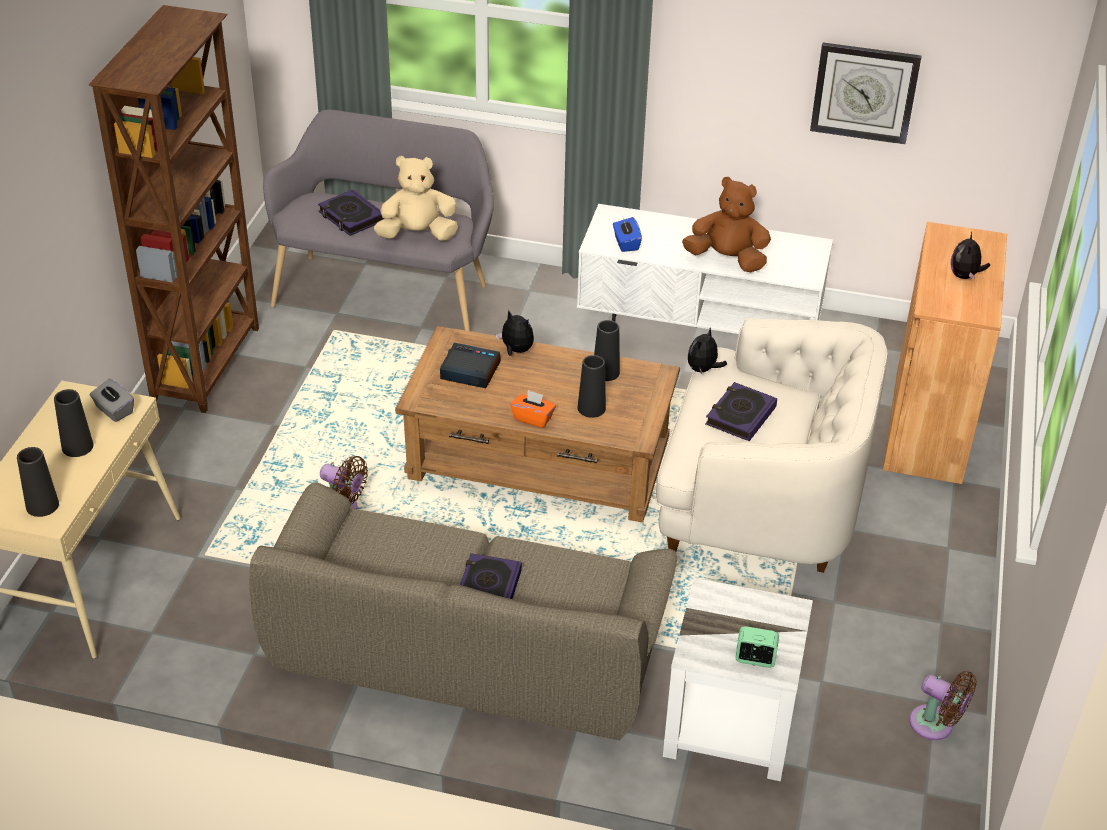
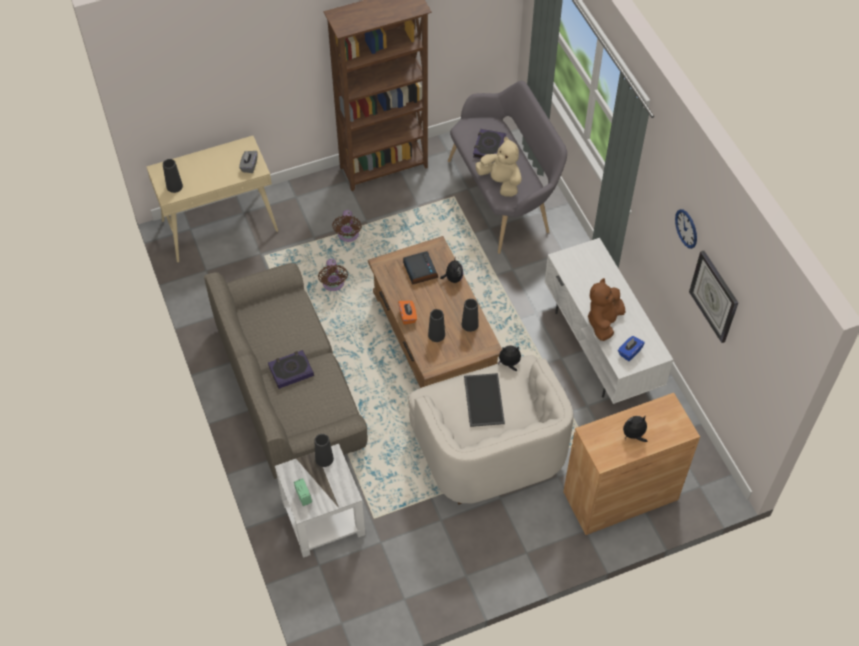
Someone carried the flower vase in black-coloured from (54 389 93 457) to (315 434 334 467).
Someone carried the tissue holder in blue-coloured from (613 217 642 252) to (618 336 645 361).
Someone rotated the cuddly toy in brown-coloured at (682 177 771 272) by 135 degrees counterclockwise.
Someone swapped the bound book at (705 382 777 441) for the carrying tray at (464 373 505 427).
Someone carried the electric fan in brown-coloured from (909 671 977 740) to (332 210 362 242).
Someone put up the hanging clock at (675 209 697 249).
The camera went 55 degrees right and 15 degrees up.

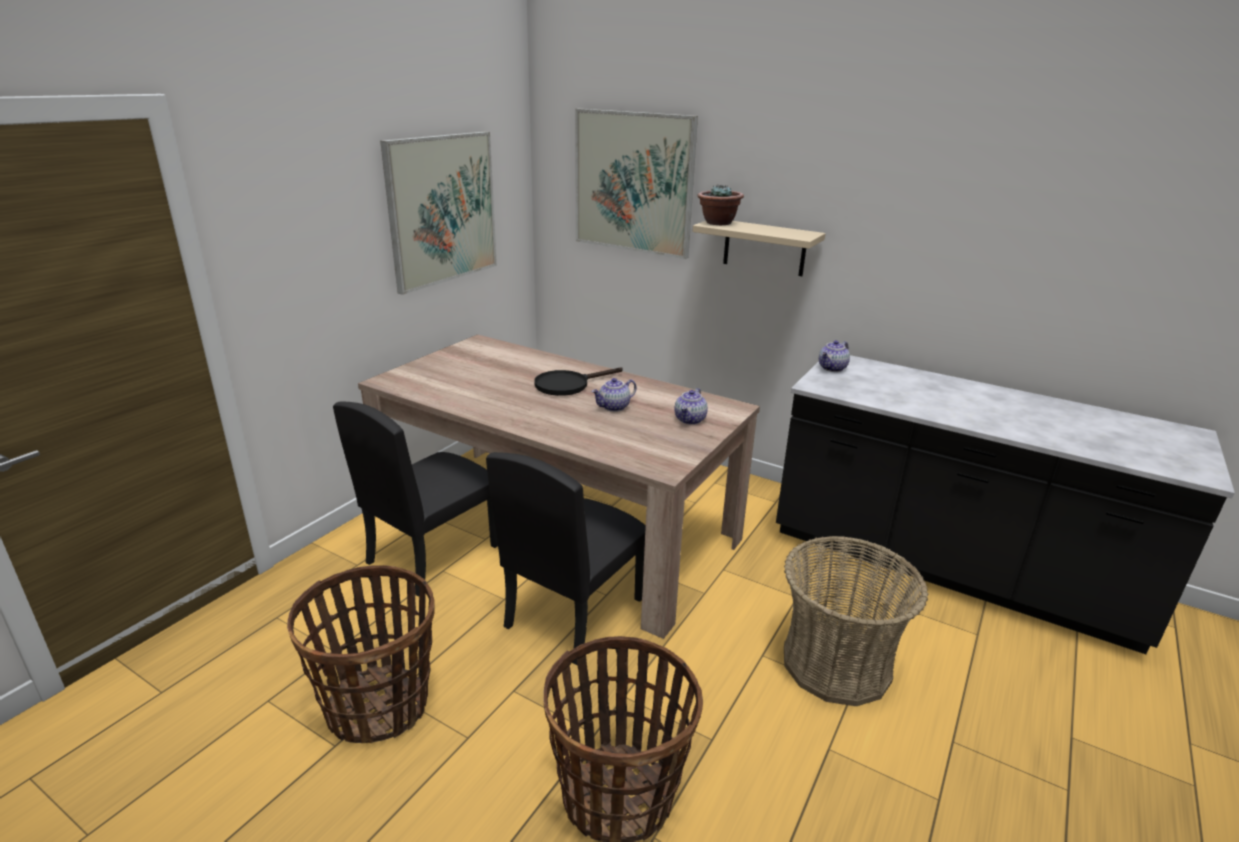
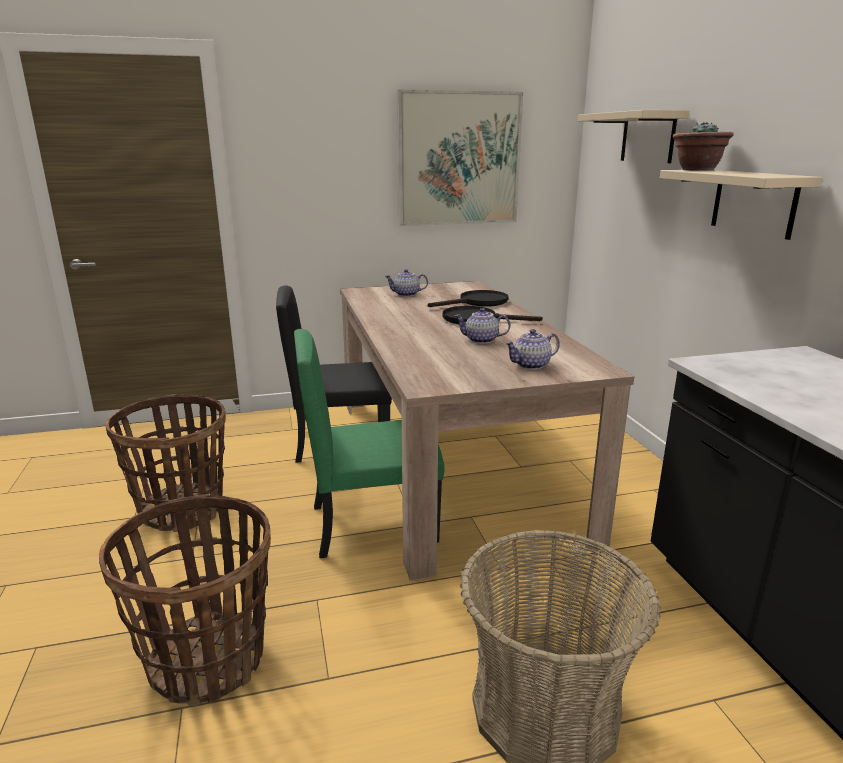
Someone repainted the upright chair in black-coloured at (486 452 646 665), which became the upright chair in greenish at (294 329 444 558).
Someone swapped the wall picture at (575 109 698 259) for the wall shelf in beige-coloured at (578 110 690 163).
Someone carried the pot for tea from (819 340 850 372) to (385 269 428 297).
Someone put down the pan in black-coloured at (428 290 509 307).
The camera went 45 degrees right and 5 degrees down.

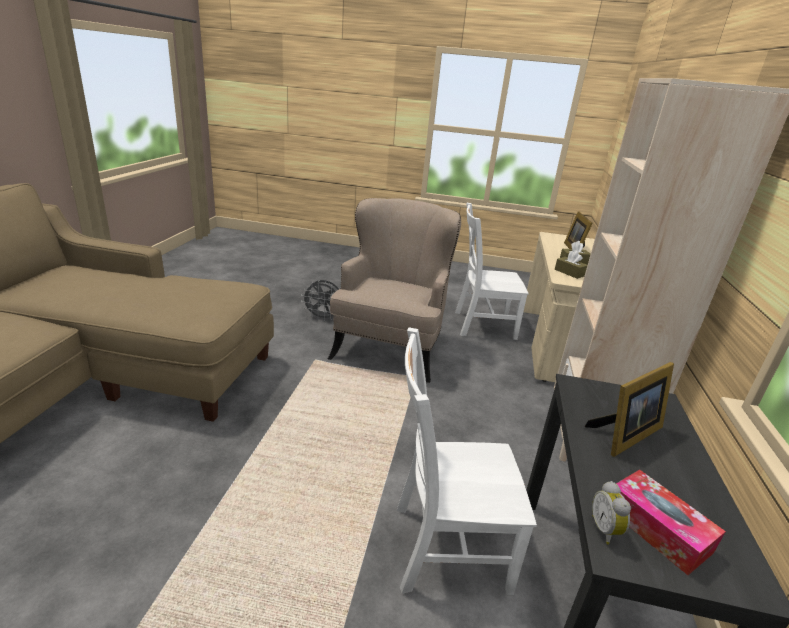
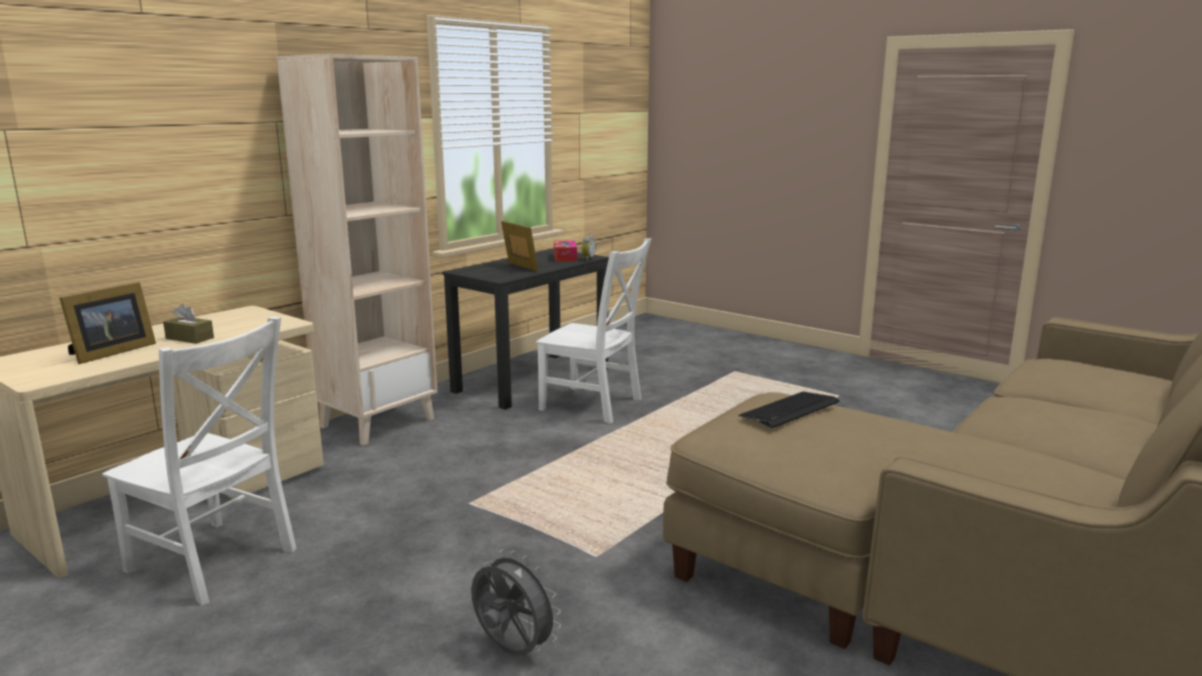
Someone took away the armchair in beige-coloured at (328 198 461 383).
Someone took away the tissue holder in brown-coloured at (555 251 587 279).
Someone rotated the picture frame at (585 362 674 457) by 60 degrees clockwise.
Someone put down the PC keyboard at (739 392 839 428).
The camera went 150 degrees left and 10 degrees down.

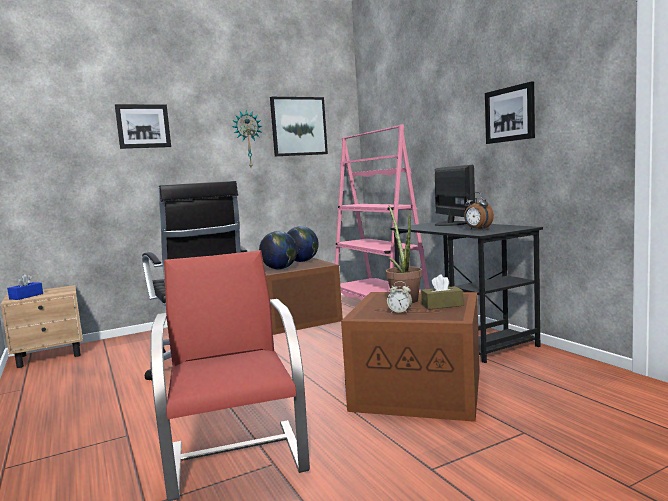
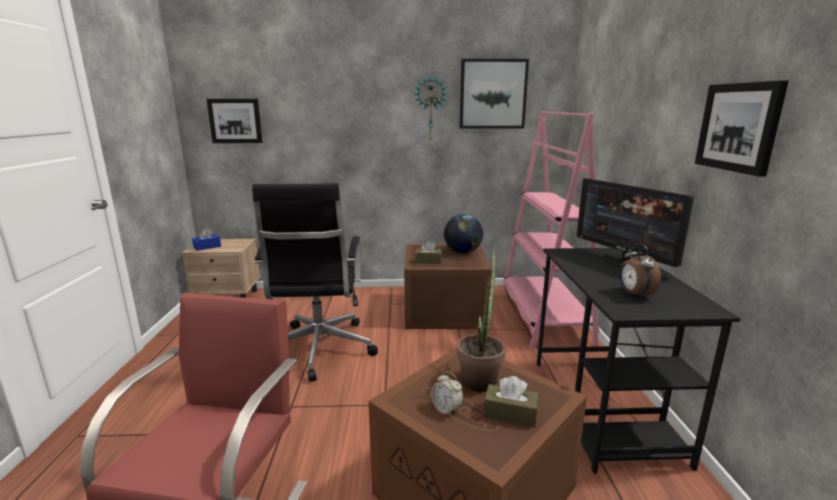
Someone carried the wall picture from (115 104 171 149) to (206 99 263 143).
Someone swapped the world globe at (259 231 297 270) for the tissue holder in brown-coloured at (415 241 442 264).
Someone rotated the computer screen at (435 165 475 226) by 135 degrees clockwise.
The camera went 25 degrees right and 10 degrees up.

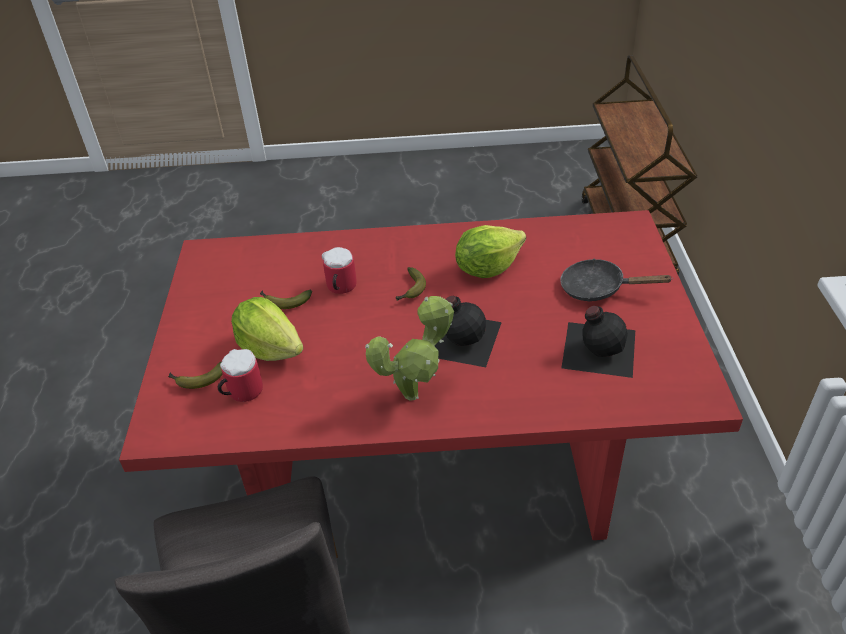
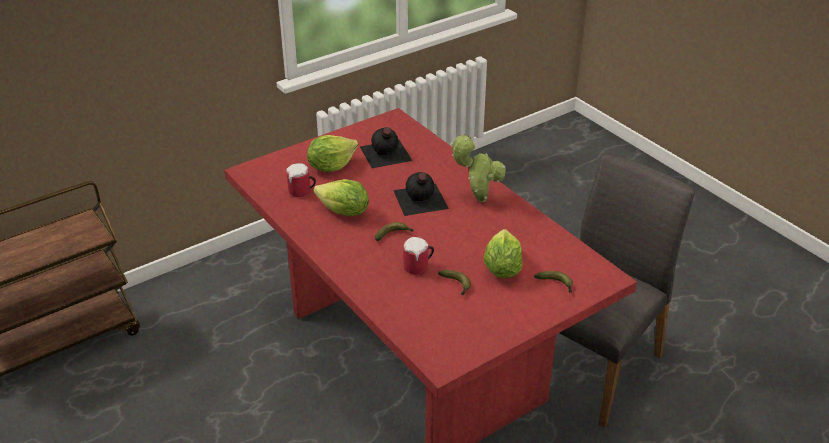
Someone carried the mug from (217 349 263 402) to (286 163 316 197).
Someone swapped the pan in black-coloured at (560 259 673 302) for the head of lettuce at (307 135 358 172).
The camera went 125 degrees left and 5 degrees down.

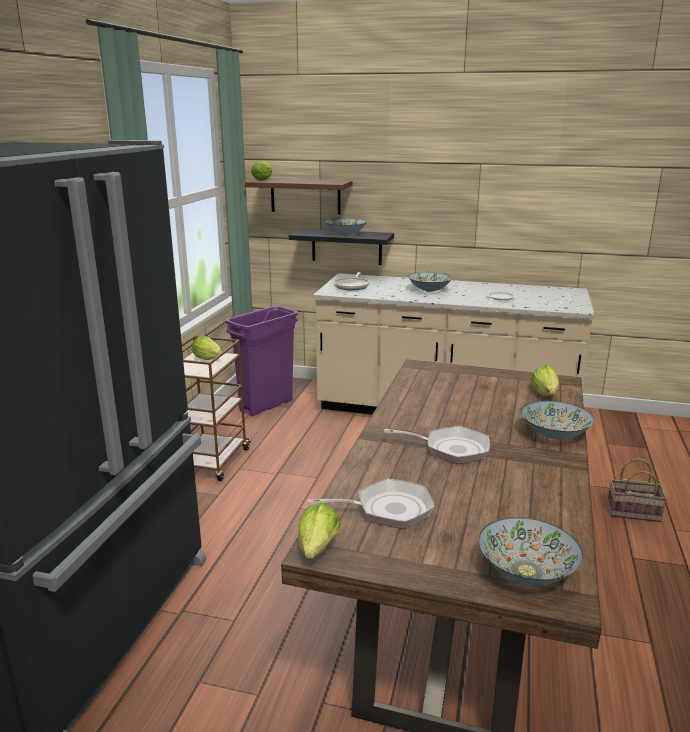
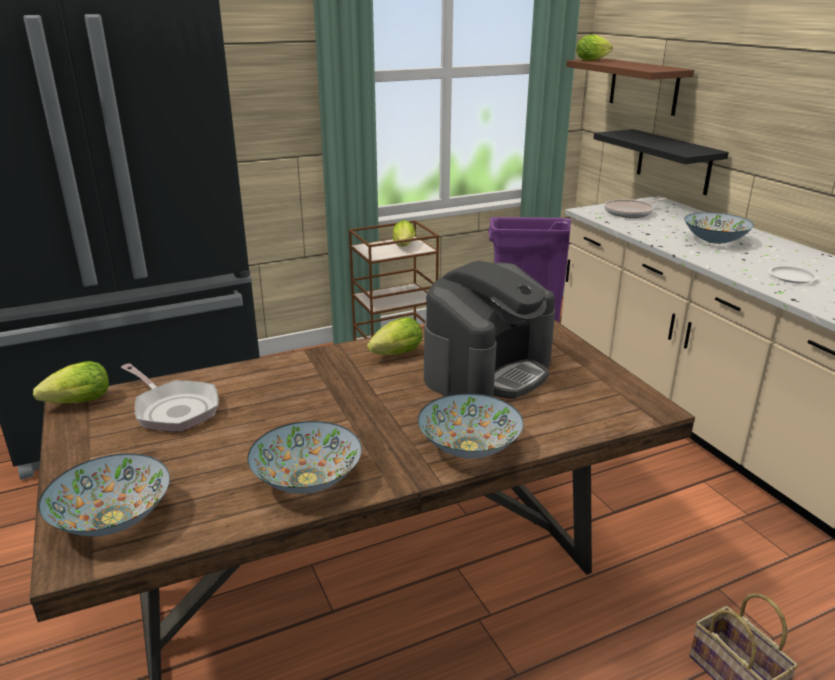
Someone carried the serving bowl from (325 218 367 235) to (247 421 362 494).
Someone took away the pan at (384 426 490 464).
Someone carried the head of lettuce from (531 365 559 396) to (367 317 422 355).
Someone put down the coffee brewer at (424 261 555 399).
The camera went 50 degrees right and 5 degrees up.

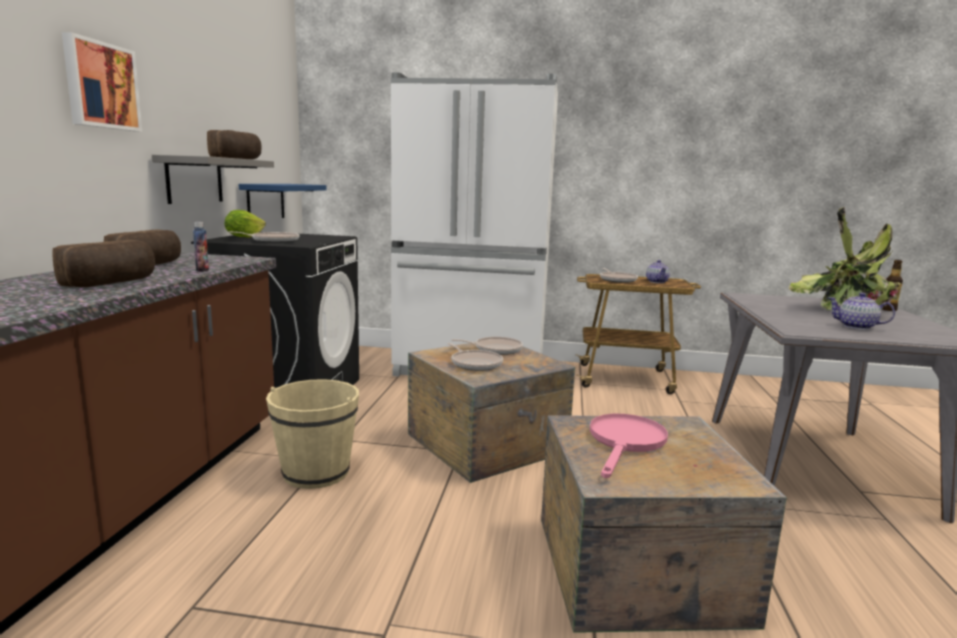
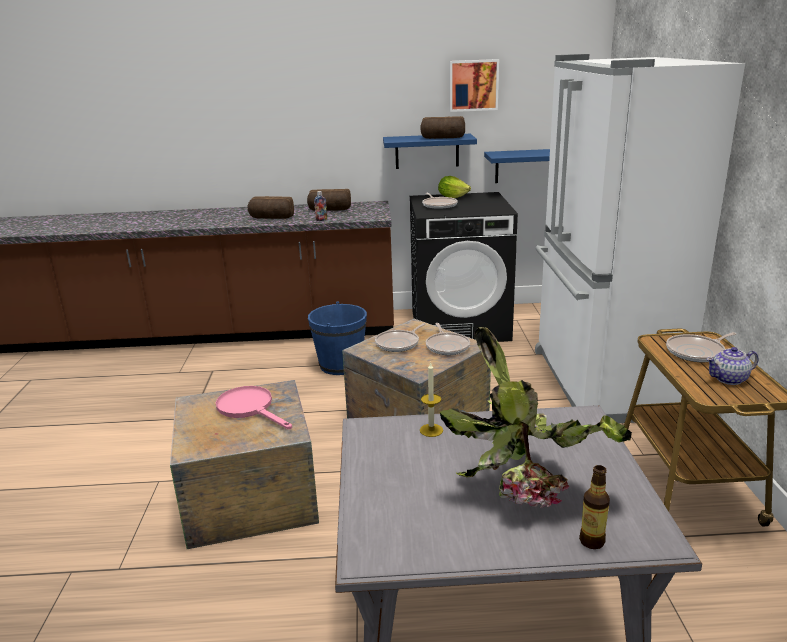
Someone carried the wall picture from (62 32 142 132) to (450 59 499 112).
Someone repainted the wall shelf in gray at (152 155 274 204), which became the wall shelf in blue-coloured at (383 134 477 169).
Someone repainted the bucket in beige-coloured at (266 379 359 489), which became the bucket in blue-coloured at (308 301 367 375).
Someone rotated the pan in pink-coloured at (590 414 668 478) by 150 degrees counterclockwise.
Someone took away the pot for tea at (828 293 895 330).
Someone put down the wax light at (420 363 443 437).
The camera went 80 degrees right and 10 degrees up.

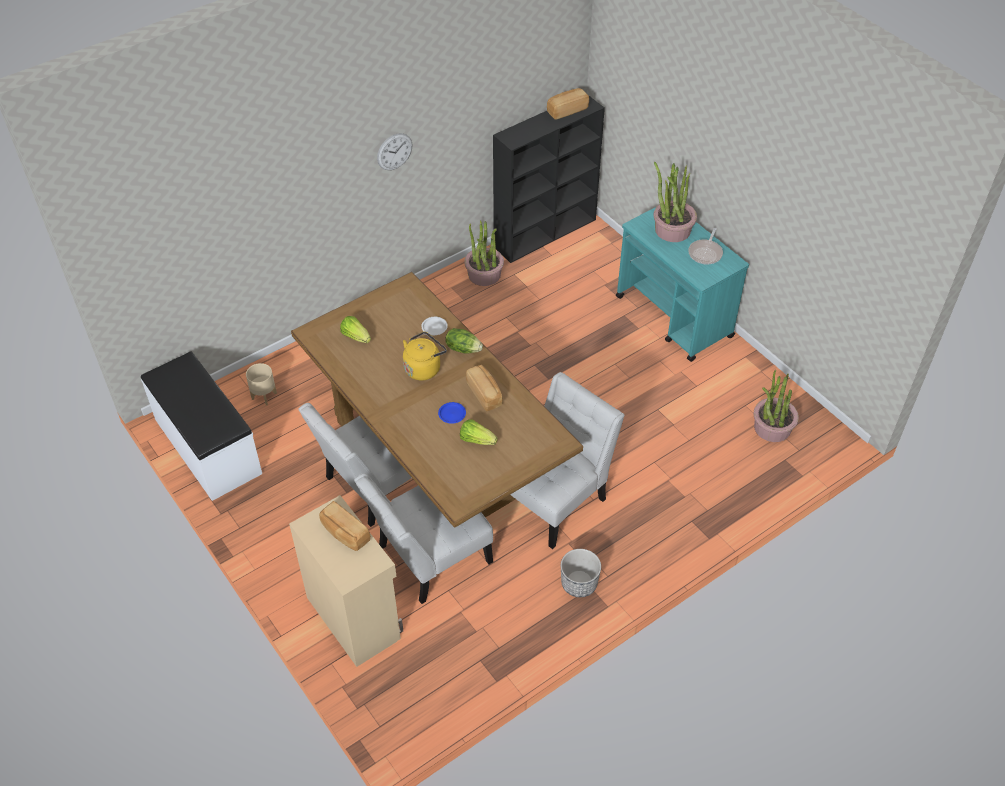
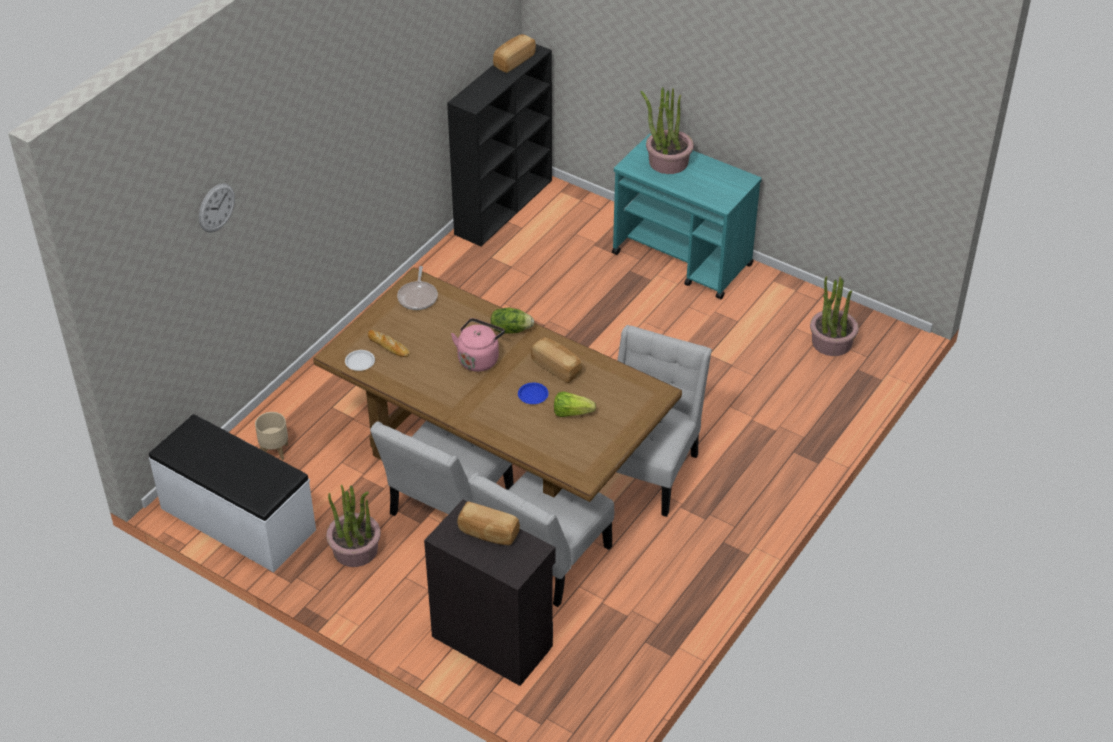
Someone repainted the cupboard in beige-coloured at (289 495 403 667), which became the cupboard in black-coloured at (424 499 555 686).
Someone swapped the head of lettuce at (340 316 371 343) for the bakery bread at (368 330 410 357).
Someone carried the hanging clock from (377 133 413 170) to (199 183 235 232).
Someone repainted the kettle in yellow-coloured at (403 332 447 381), which became the kettle in pink-coloured at (451 318 505 372).
Someone carried the dinner plate in white-coloured from (421 317 448 335) to (345 350 375 371).
Someone carried the potted plant from (464 220 504 286) to (326 484 381 567).
Someone took away the planter at (561 549 601 597).
Someone carried the pan from (688 228 723 265) to (397 266 438 310).
The camera went 20 degrees left and 5 degrees down.

